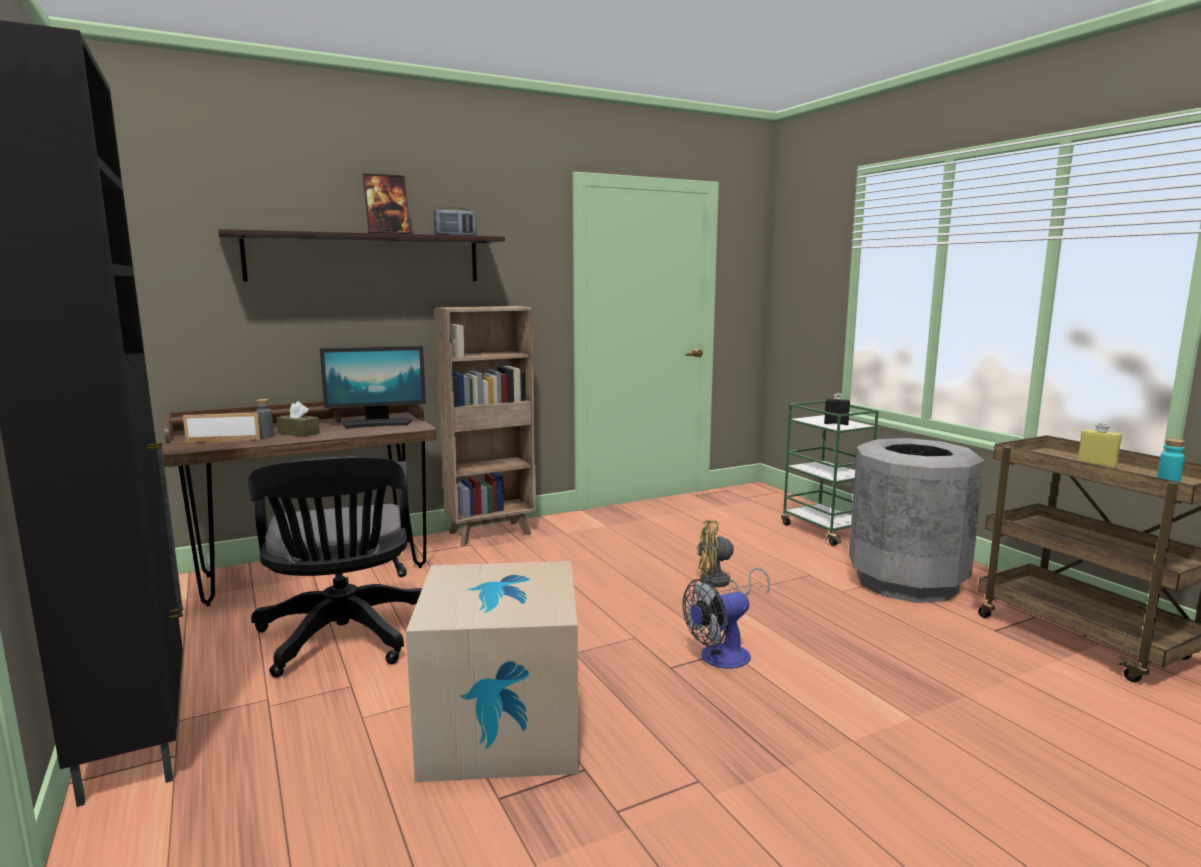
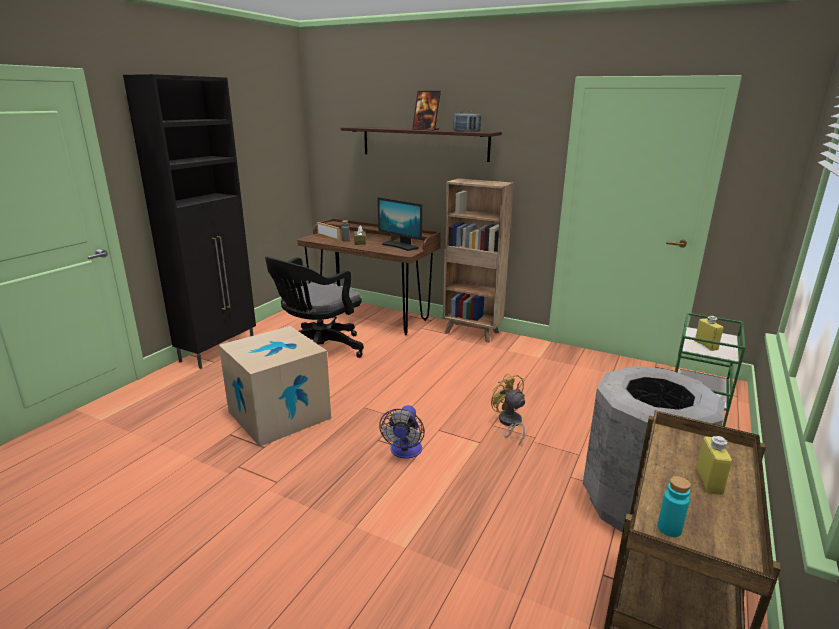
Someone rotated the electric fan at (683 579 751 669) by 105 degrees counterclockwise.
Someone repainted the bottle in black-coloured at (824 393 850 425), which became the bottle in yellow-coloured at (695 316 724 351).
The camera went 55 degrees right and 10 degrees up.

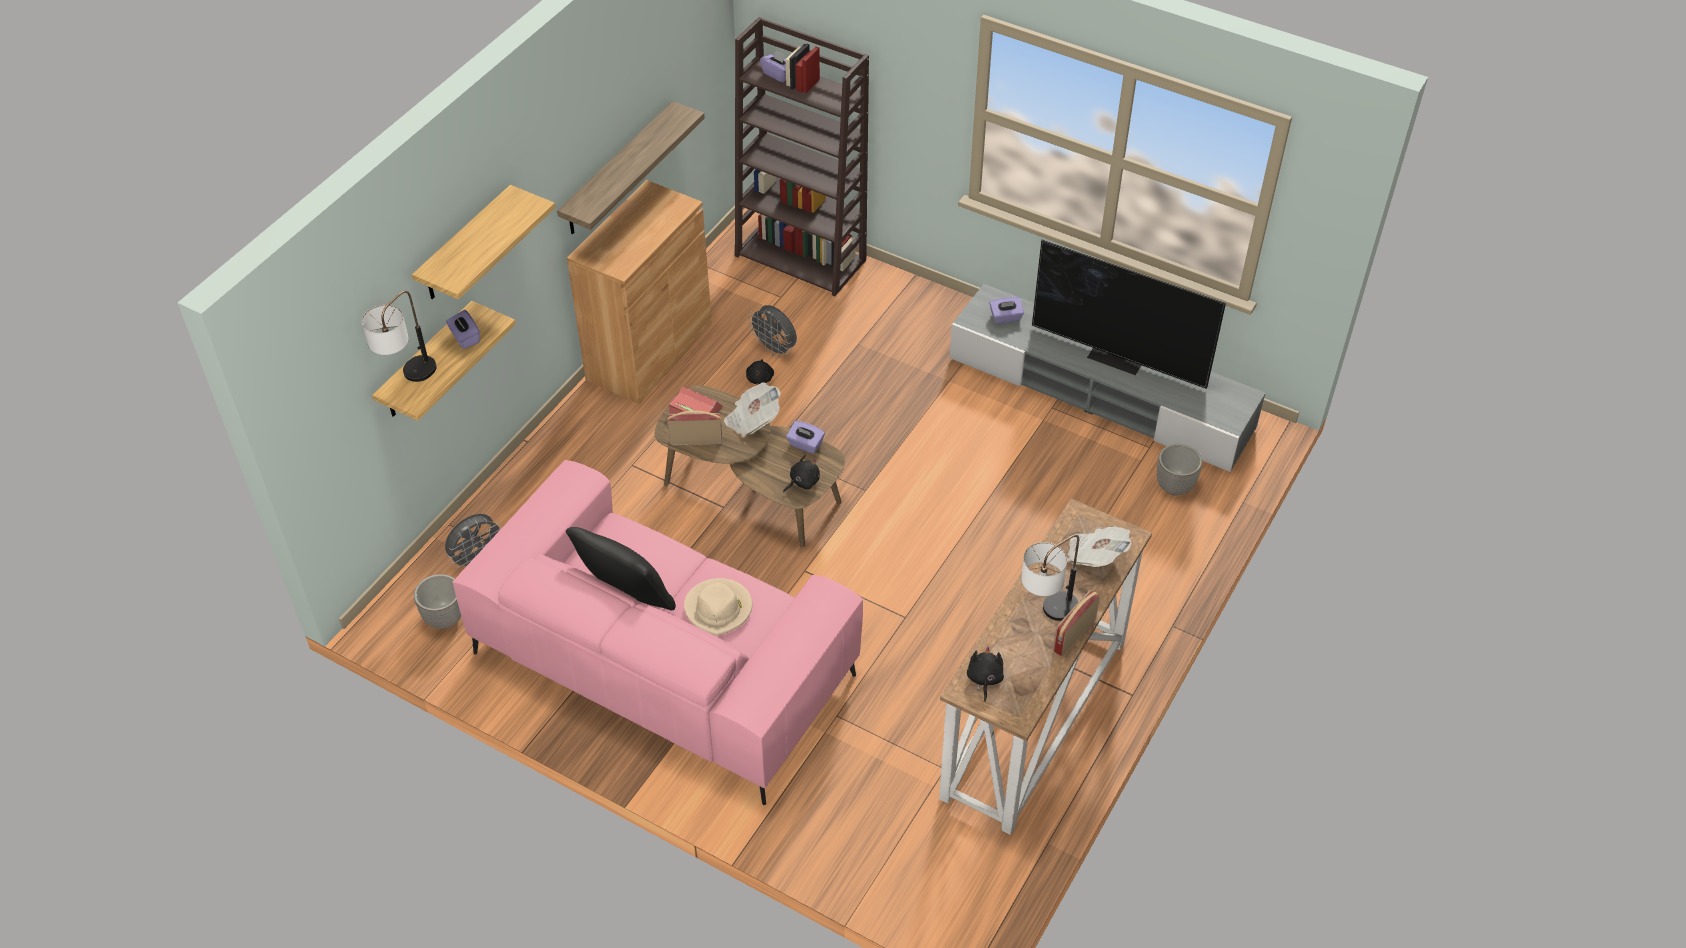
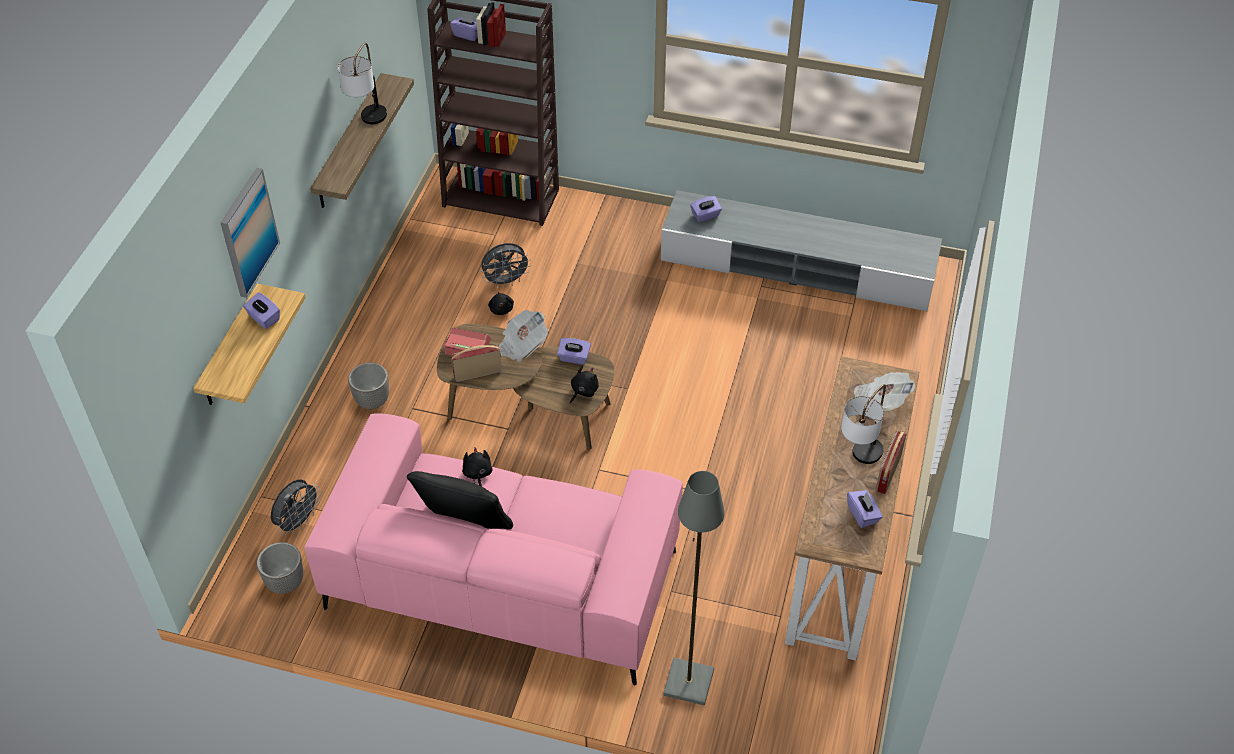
Someone carried the table lamp from (362 291 436 382) to (338 43 387 124).
Someone swapped the wall shelf at (412 185 555 300) for the wall picture at (220 168 280 298).
Someone took away the cupboard in brown-coloured at (567 180 712 404).
Someone took away the hat in beige-coloured at (684 578 752 636).
Someone rotated the electric fan in gray at (748 305 797 358) by 45 degrees counterclockwise.
Someone carried the cuddly toy in black-coloured from (967 647 1004 702) to (462 447 493 487).
Someone took away the TV at (1032 239 1226 389).
Someone carried the planter from (1157 444 1202 495) to (348 363 389 409).
Someone put down the floor lamp in gray at (663 471 724 705).
Someone put down the tissue holder in purplish at (847 490 882 528).
The camera went 15 degrees left and 0 degrees up.

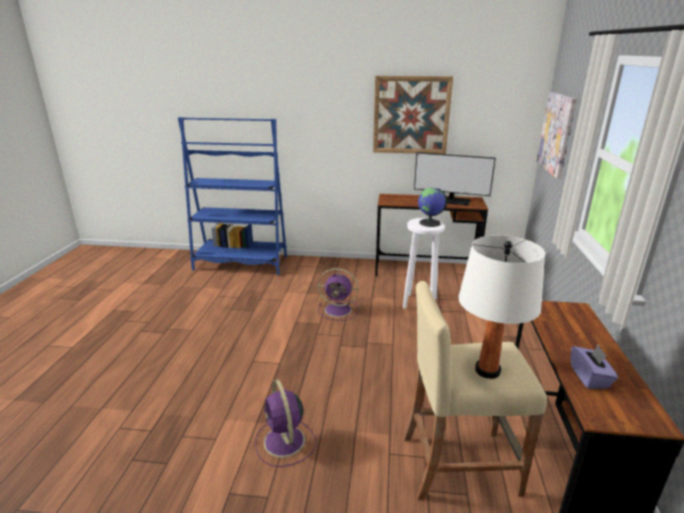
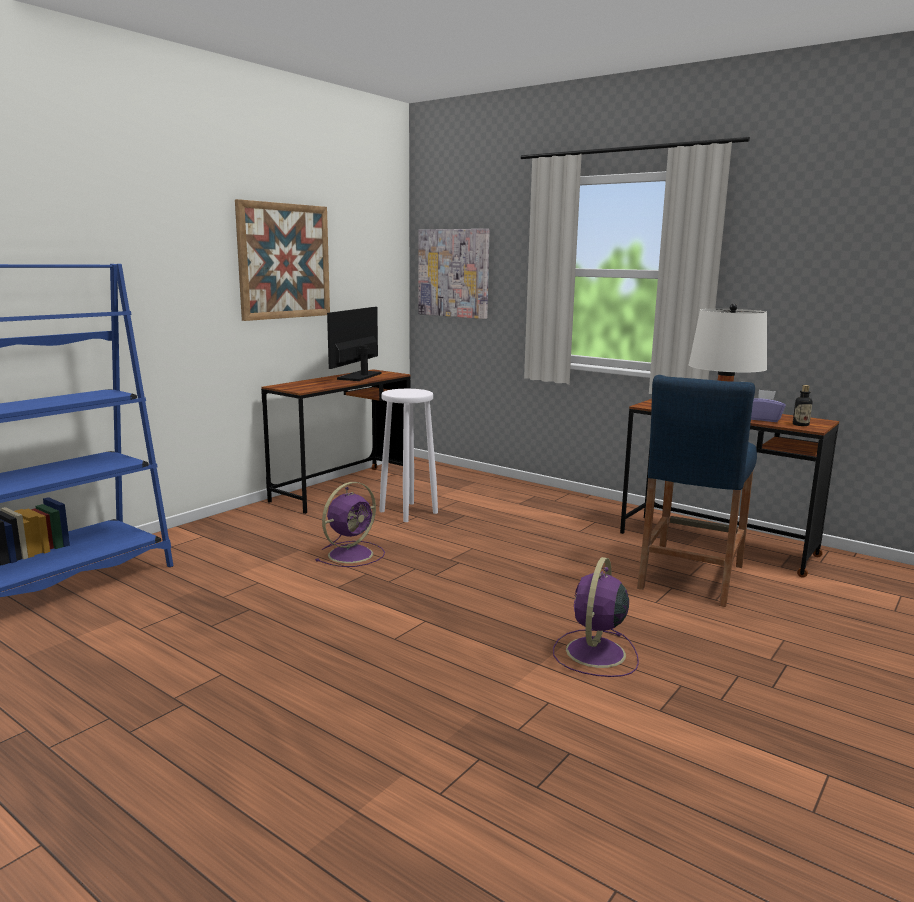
Someone rotated the electric fan in purplish at (255 380 316 467) by 105 degrees clockwise.
Someone repainted the stool seat in beige-coloured at (404 281 547 500), which became the stool seat in blue-coloured at (637 375 757 607).
Someone rotated the computer screen at (414 152 496 206) by 150 degrees clockwise.
Someone took away the world globe at (418 188 448 227).
Someone put down the bottle at (793 385 813 426).
The camera went 60 degrees left and 10 degrees down.

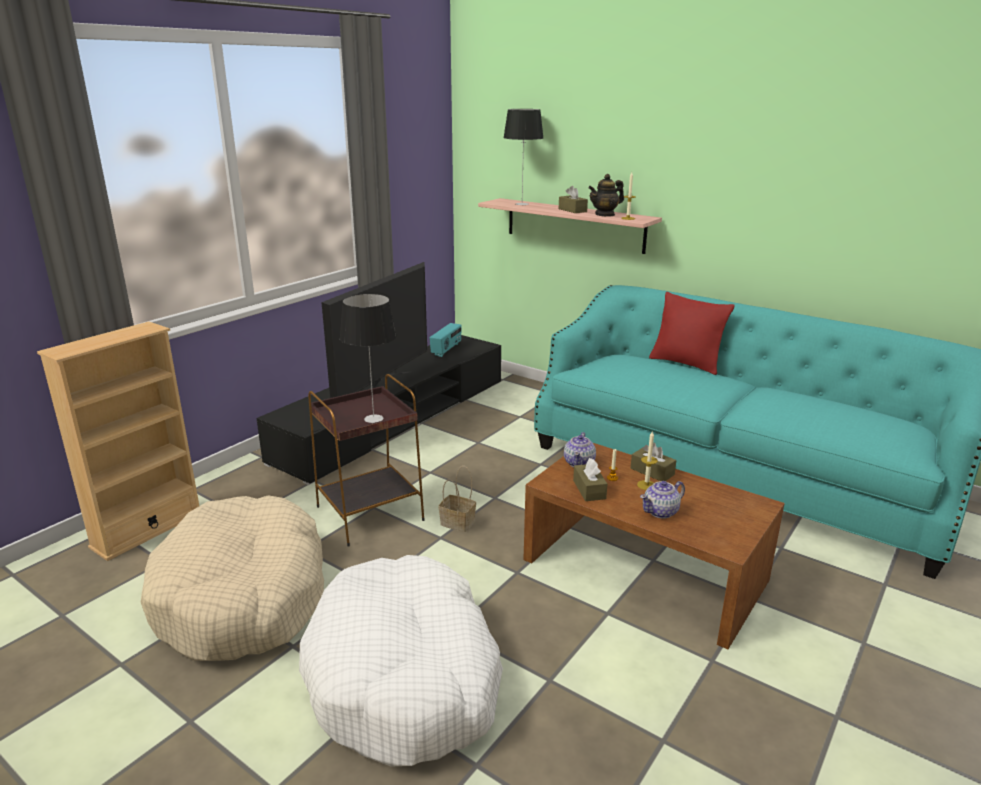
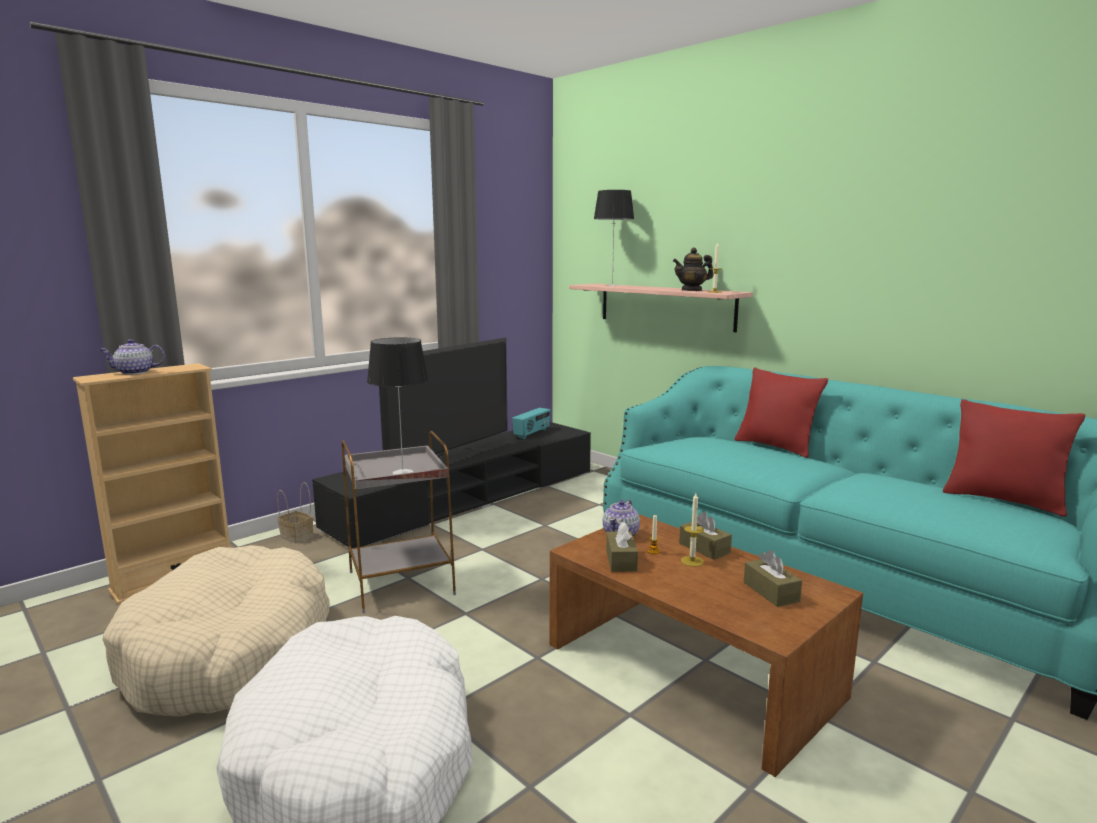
Someone repainted the side table in brown-coloured at (308 374 425 547), which became the side table in gray at (342 431 456 613).
Someone carried the household basket from (439 466 476 532) to (277 482 313 543).
Someone carried the tissue holder in brown-coloured from (559 186 588 213) to (744 550 802 607).
Someone carried the pot for tea from (640 481 685 519) to (99 339 165 375).
Someone put down the cushion in red-coloured at (943 399 1085 517).
The camera went 10 degrees right and 10 degrees down.

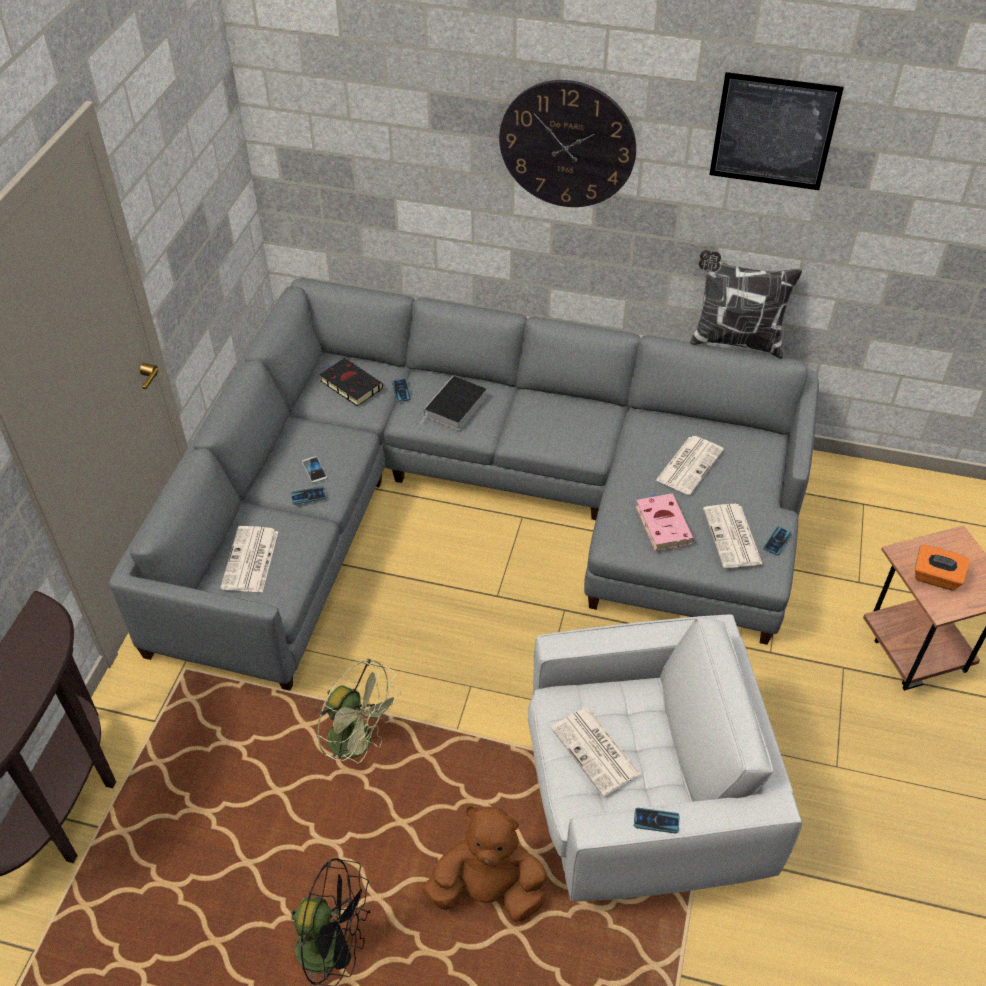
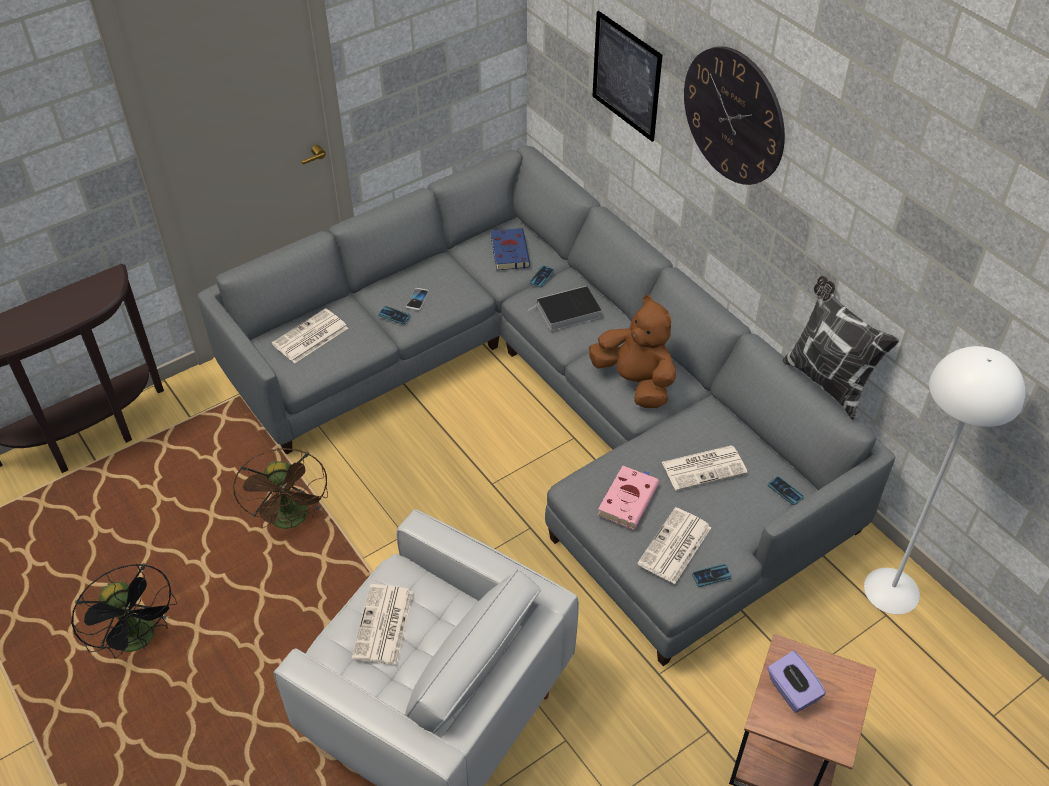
Someone repainted the electric fan in greenish at (317 659 402 763), which became the electric fan in brown-coloured at (233 448 328 529).
Someone repainted the bound book in black-coloured at (319 358 383 406), which became the bound book in blue-coloured at (491 228 530 270).
Someone carried the cuddly toy in brown-coloured from (422 806 547 922) to (589 295 676 408).
Someone carried the handset from (634 808 680 834) to (768 476 804 505).
Someone carried the wall picture from (709 72 844 190) to (593 11 662 142).
Someone repainted the tissue holder in orange-coloured at (915 545 970 591), which became the tissue holder in purplish at (767 651 826 713).
Someone put down the floor lamp in white-coloured at (864 346 1025 614).
The camera went 40 degrees right and 0 degrees up.

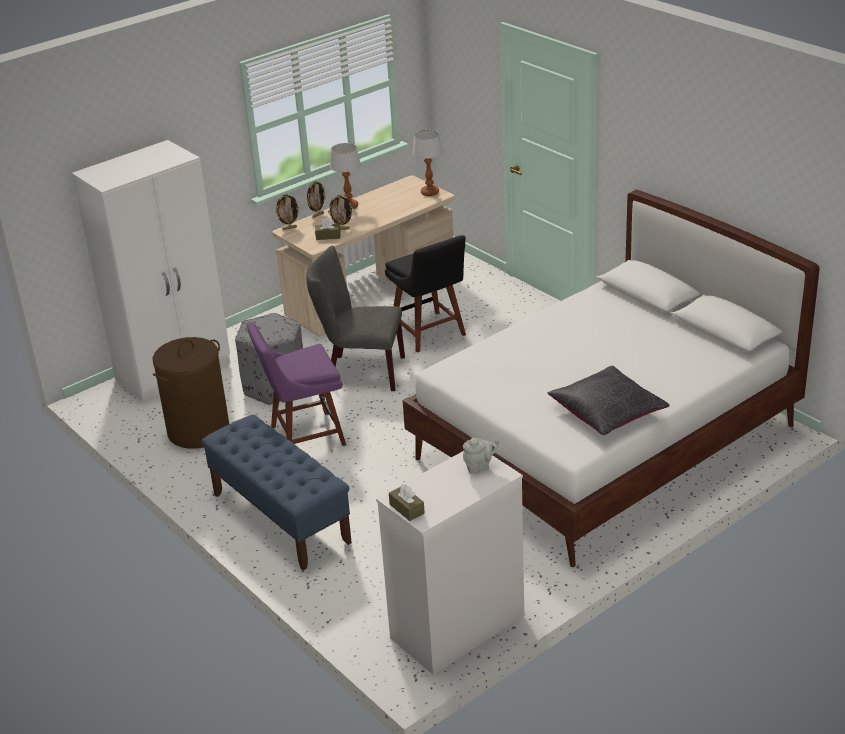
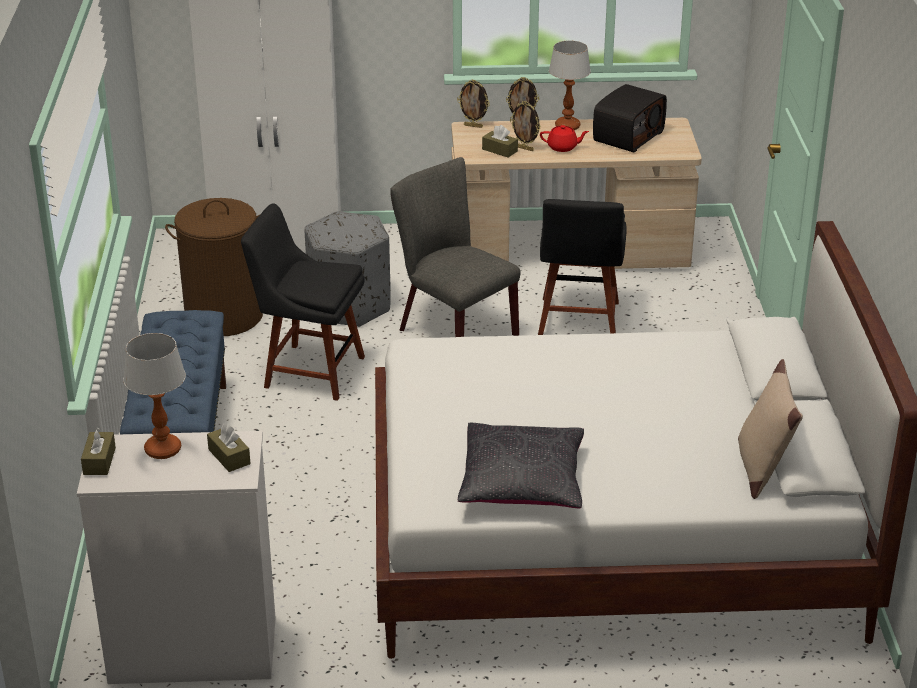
Someone repainted the upright chair in purplish at (247 322 346 446), which became the upright chair in black-coloured at (241 204 365 401).
Someone carried the table lamp from (412 130 443 196) to (123 333 186 459).
Someone swapped the pot for tea in gray at (463 438 499 474) for the tissue holder in brown-coloured at (207 423 251 472).
Someone put down the pot for tea in red-coloured at (540 125 589 152).
Someone put down the radio receiver at (593 84 667 152).
Someone put down the cushion in beige-coloured at (738 359 803 499).
The camera went 35 degrees right and 0 degrees up.

